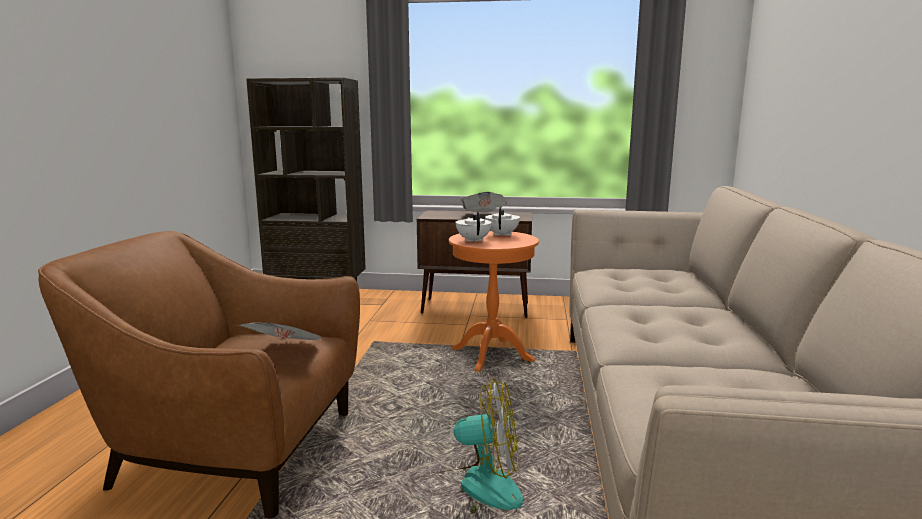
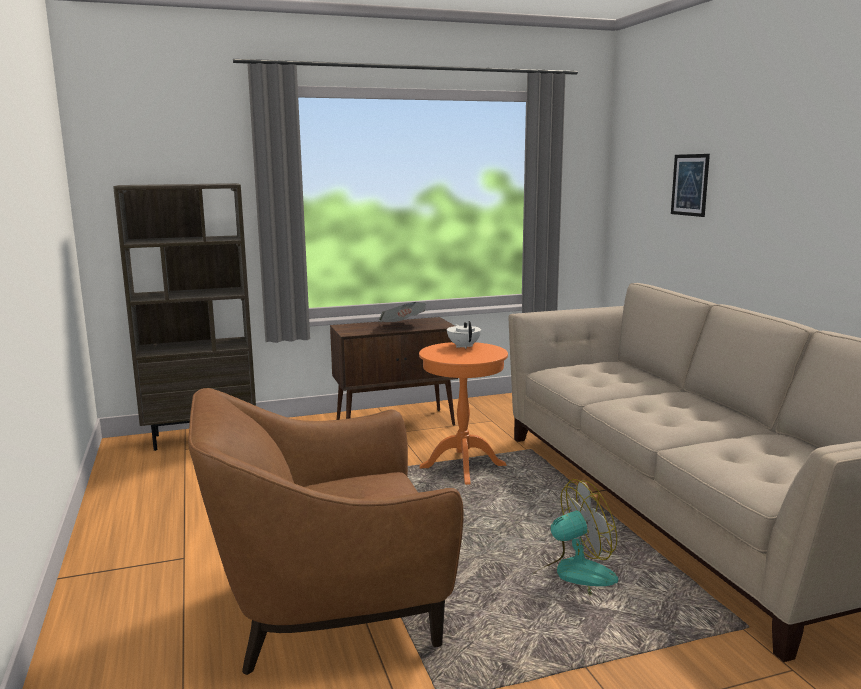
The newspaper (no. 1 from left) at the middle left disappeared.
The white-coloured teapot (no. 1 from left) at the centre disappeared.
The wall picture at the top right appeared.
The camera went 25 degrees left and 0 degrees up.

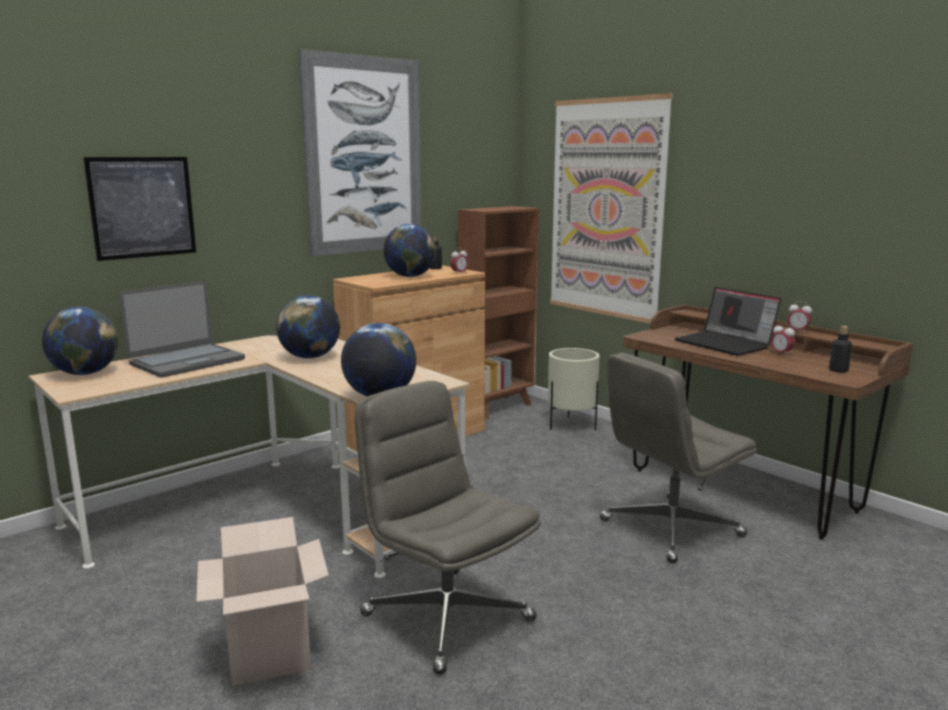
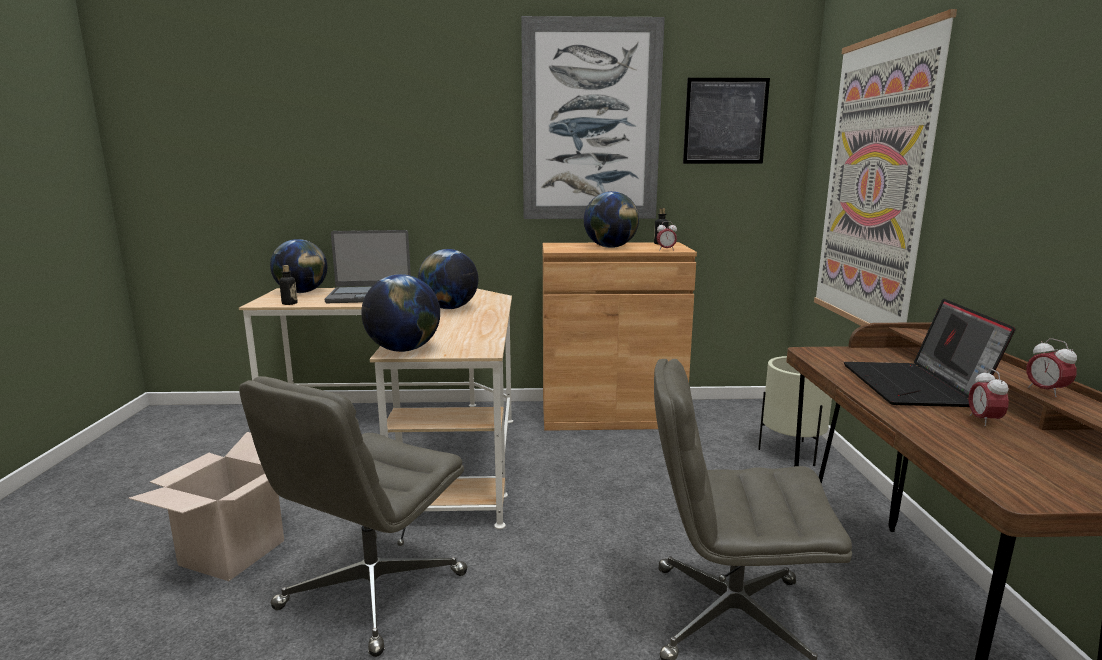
The brownish shelving unit at the centre disappeared.
The wall picture (no. 1 from left in the first image) moved from the top left to the top centre.
The beverage bottle (no. 2 from left in the first image) moved from the middle right to the middle left.
The gray office chair (no. 1 from left) at the bottom centre turned 150 degrees counterclockwise.
The camera went 40 degrees right and 0 degrees up.

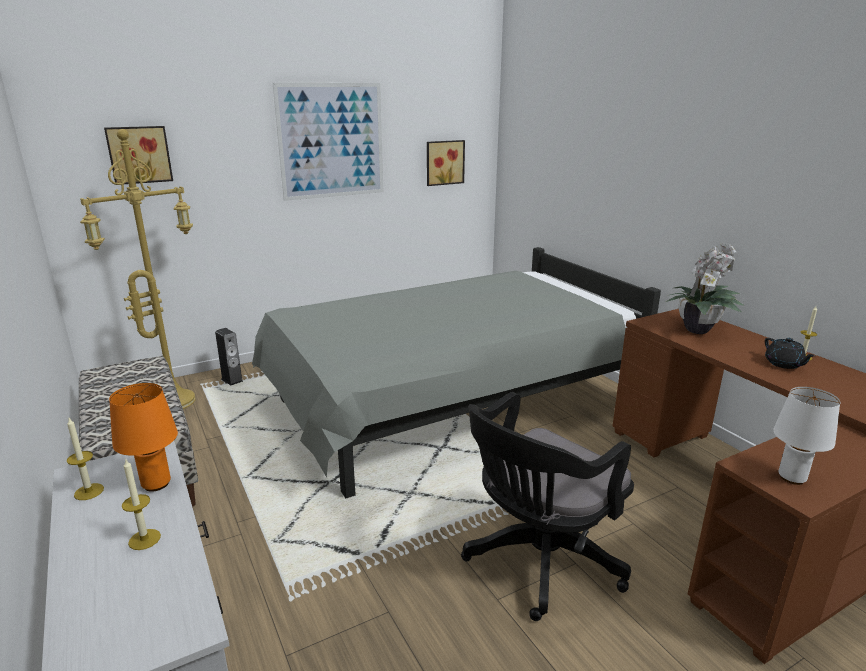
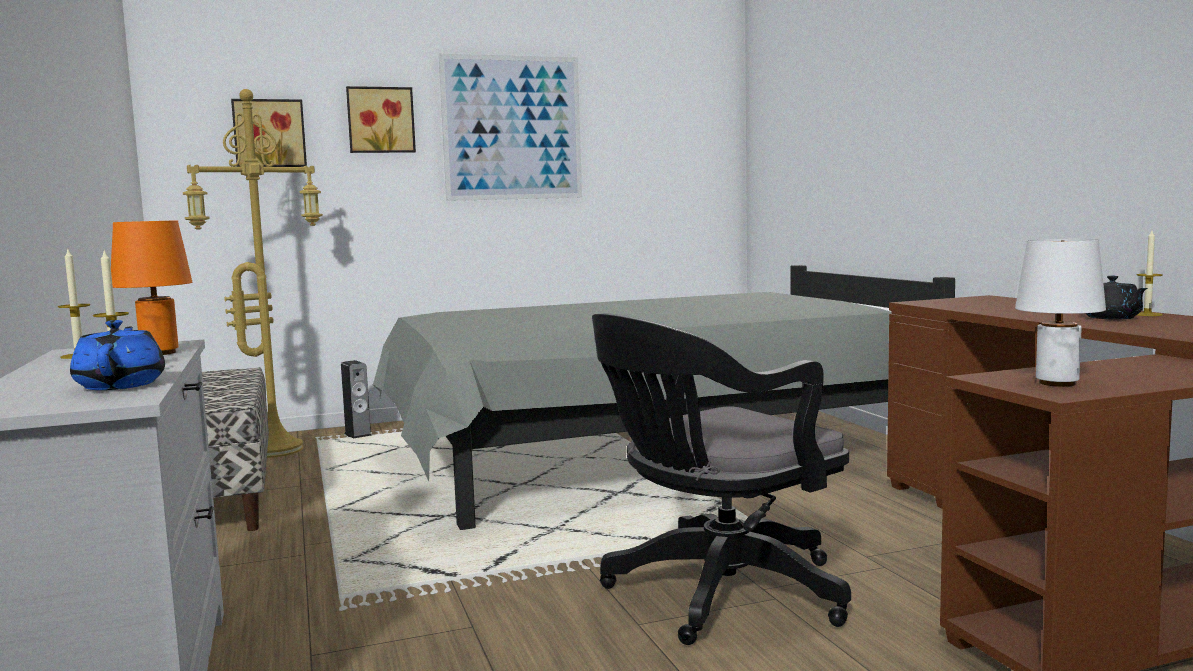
The houseplant at the middle right disappeared.
The blue teapot at the middle left appeared.
The wall picture (no. 3 from left in the first image) moved from the top centre to the top left.
The camera went 10 degrees right and 15 degrees down.

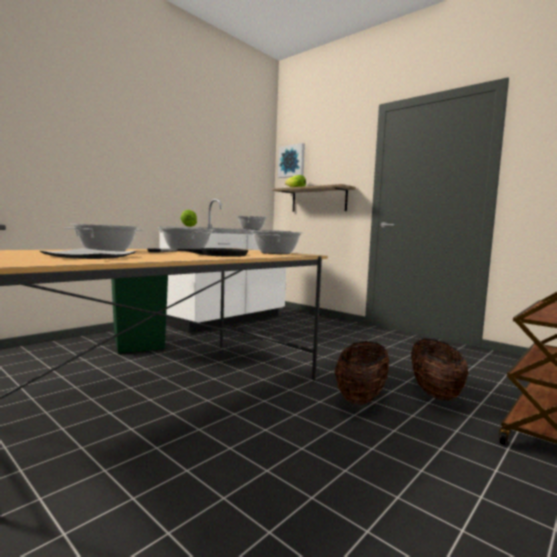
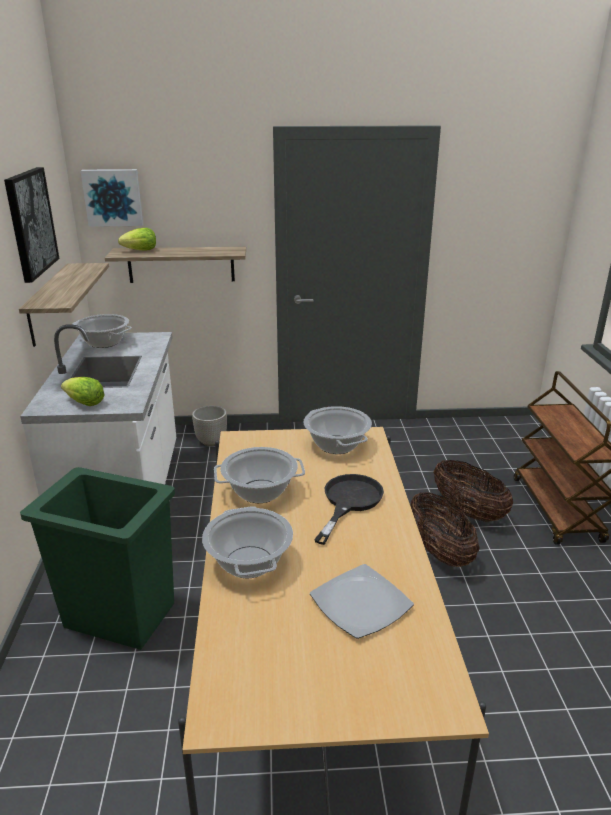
The wall picture (no. 1 from left) at the top left appeared.
The shelf (no. 1 from left) at the middle left appeared.
The planter at the centre appeared.
The camera went 45 degrees left and 20 degrees up.

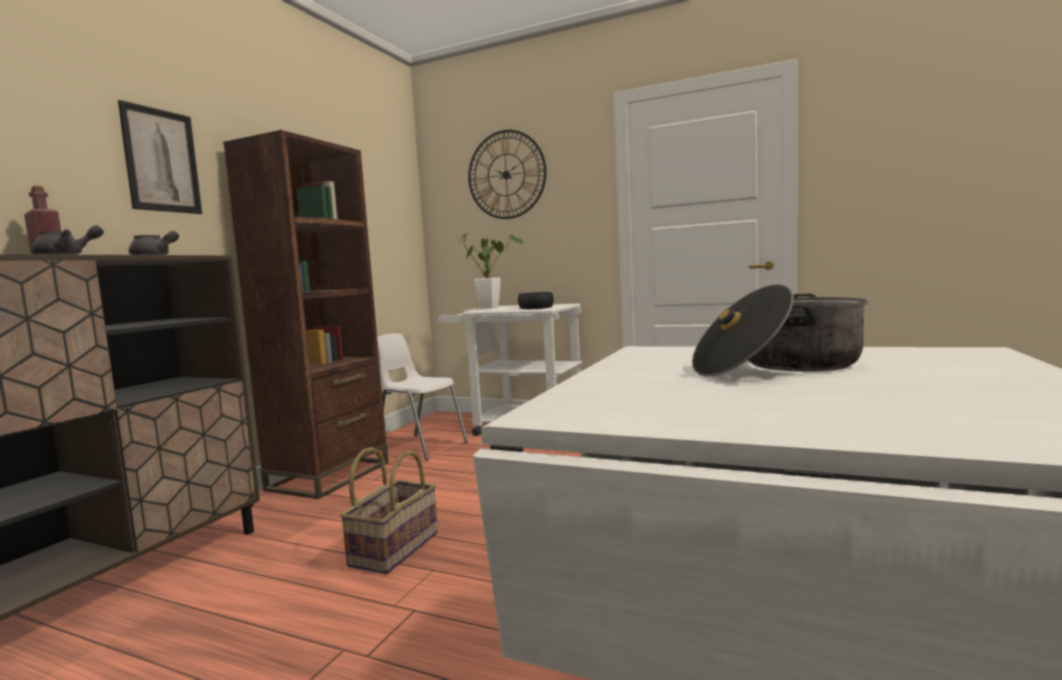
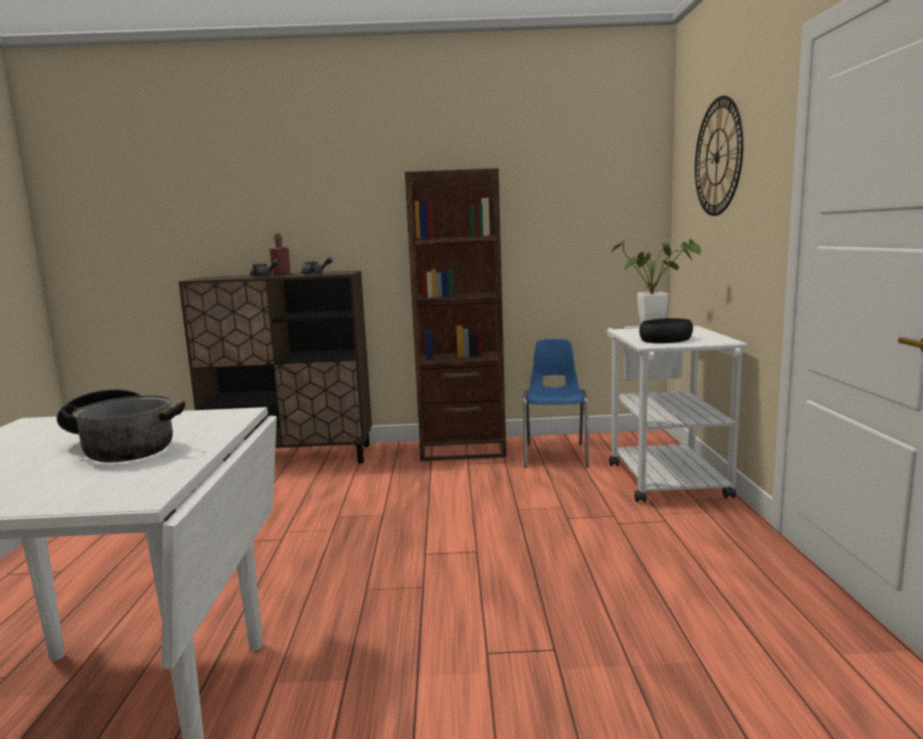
The wall picture at the top left disappeared.
The basket at the bottom centre disappeared.
The white-coloured chair at the centre became the blue chair at the centre.
The camera went 65 degrees right and 5 degrees up.

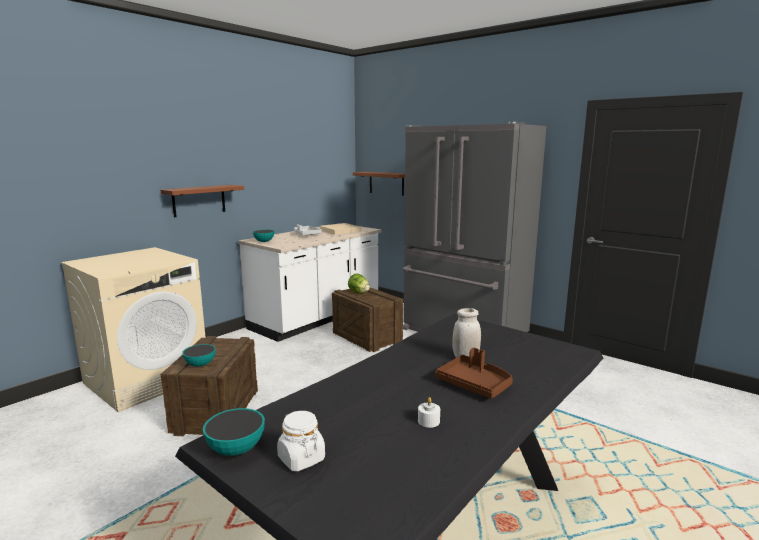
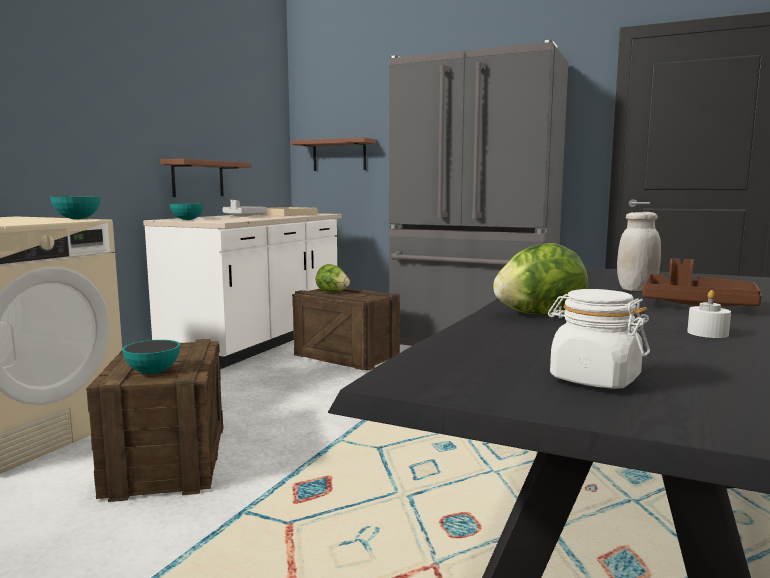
The lettuce head (no. 2 from left) at the middle right appeared.
The brownish shelf (no. 1 from left) moved from the middle left to the top left.
The deep dish (no. 2 from left in the first image) moved from the bottom left to the middle left.
The camera went 15 degrees left and 5 degrees down.

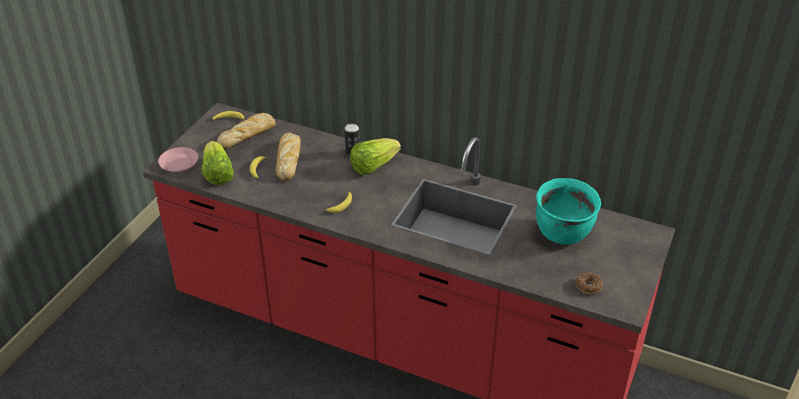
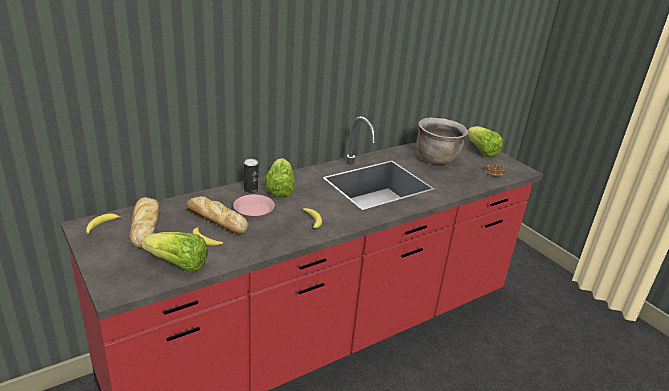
The lettuce head (no. 3 from left) at the middle right appeared.
The pink flat dish moved from the middle left to the centre.
The turquoise-coloured stockpot at the middle right became the brownish stockpot at the centre.
The camera went 60 degrees left and 10 degrees down.

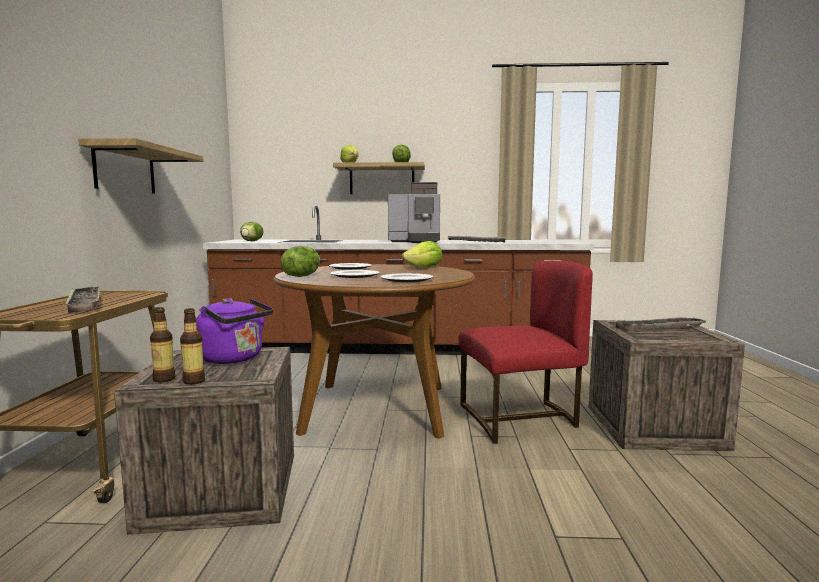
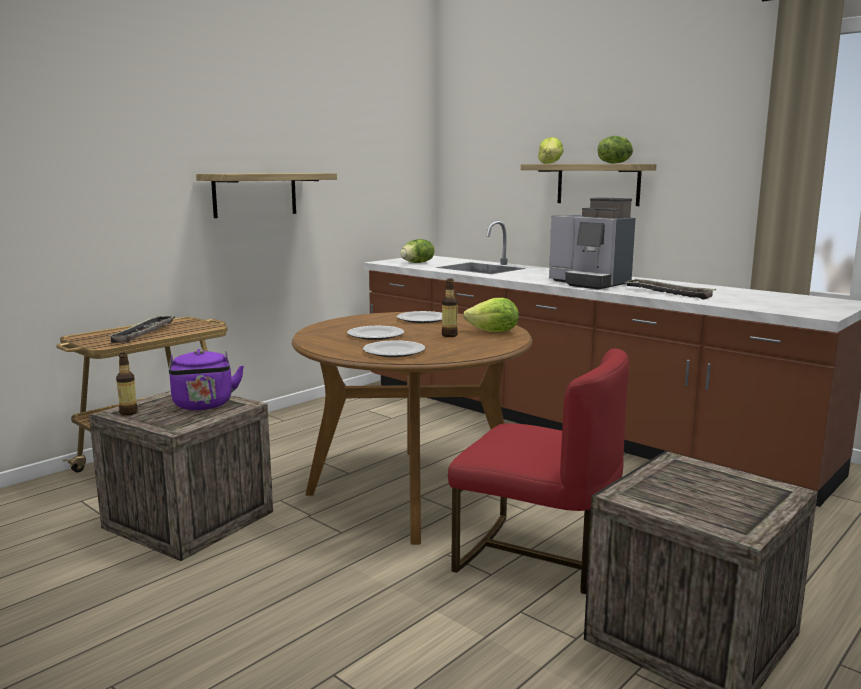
The lettuce head (no. 2 from left) at the centre disappeared.
The tray (no. 3 from left) at the middle right disappeared.
The beverage bottle (no. 2 from left) moved from the middle left to the centre.
The camera went 40 degrees right and 5 degrees up.

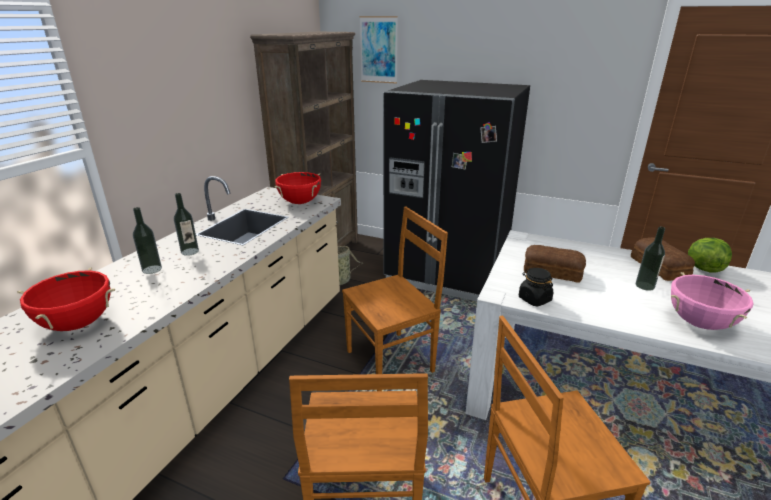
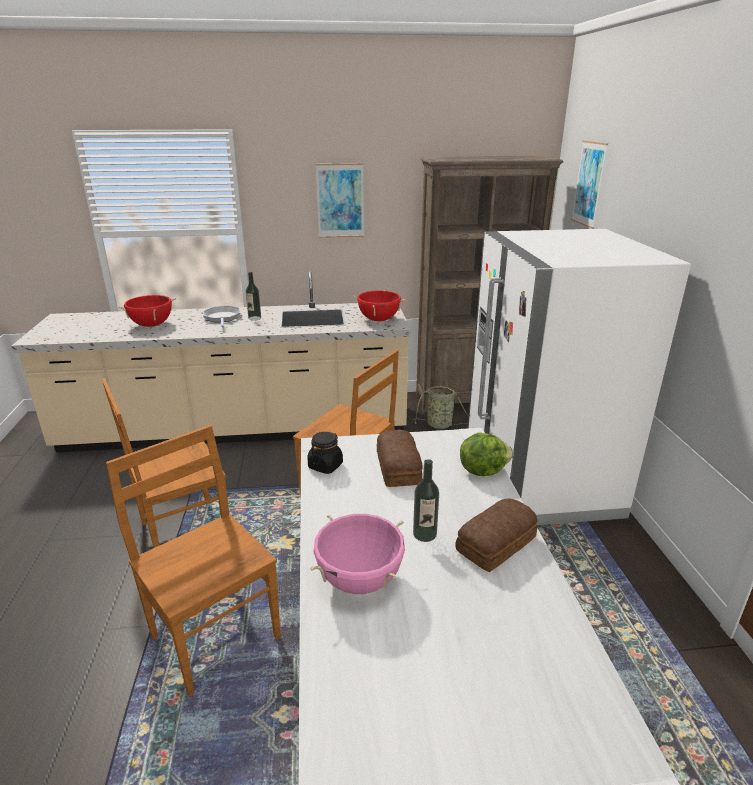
The wall picture (no. 1 from left) at the top centre appeared.
The lettuce head moved from the middle right to the centre.
The beverage bottle (no. 1 from left) at the middle left was replaced by the pan at the middle left.
The blackish kitchen fridge at the centre became the white-coloured kitchen fridge at the middle right.
The camera went 60 degrees right and 0 degrees up.

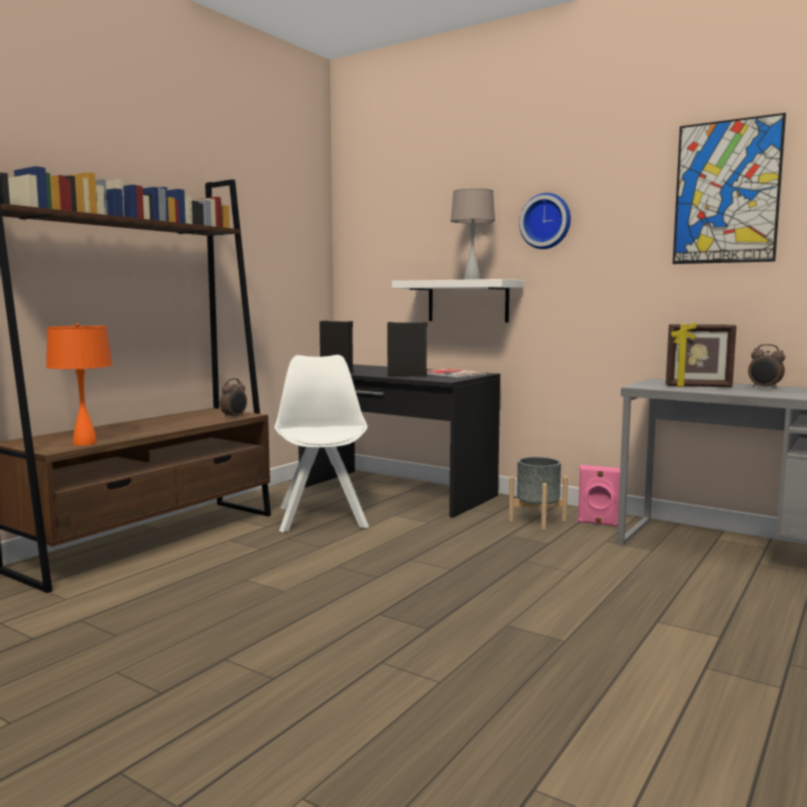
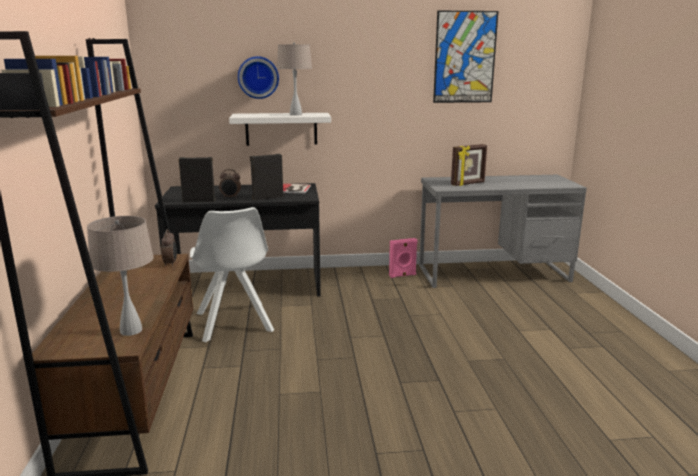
The gray planter at the middle right disappeared.
The hanging clock moved from the top right to the top centre.
The bedside clock (no. 2 from left) moved from the middle right to the middle left.
The orangey tabletop lamp at the middle left became the beige-coloured tabletop lamp (no. 1 from left) at the middle left.
The white-coloured chair at the centre turned 150 degrees counterclockwise.
The camera went 40 degrees left and 10 degrees up.

